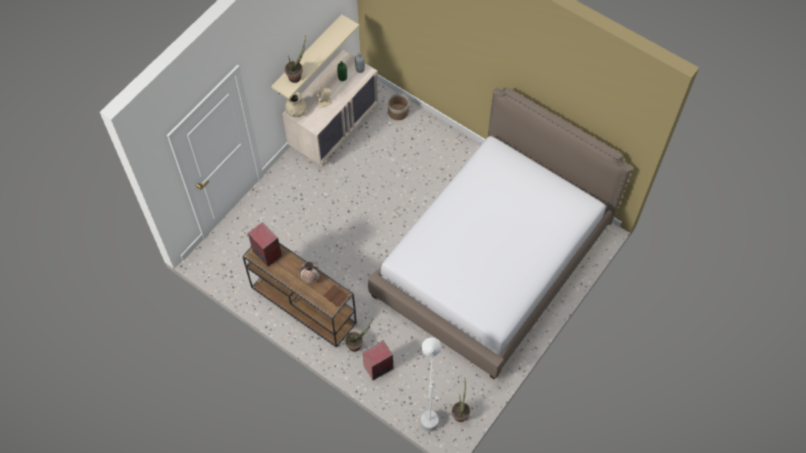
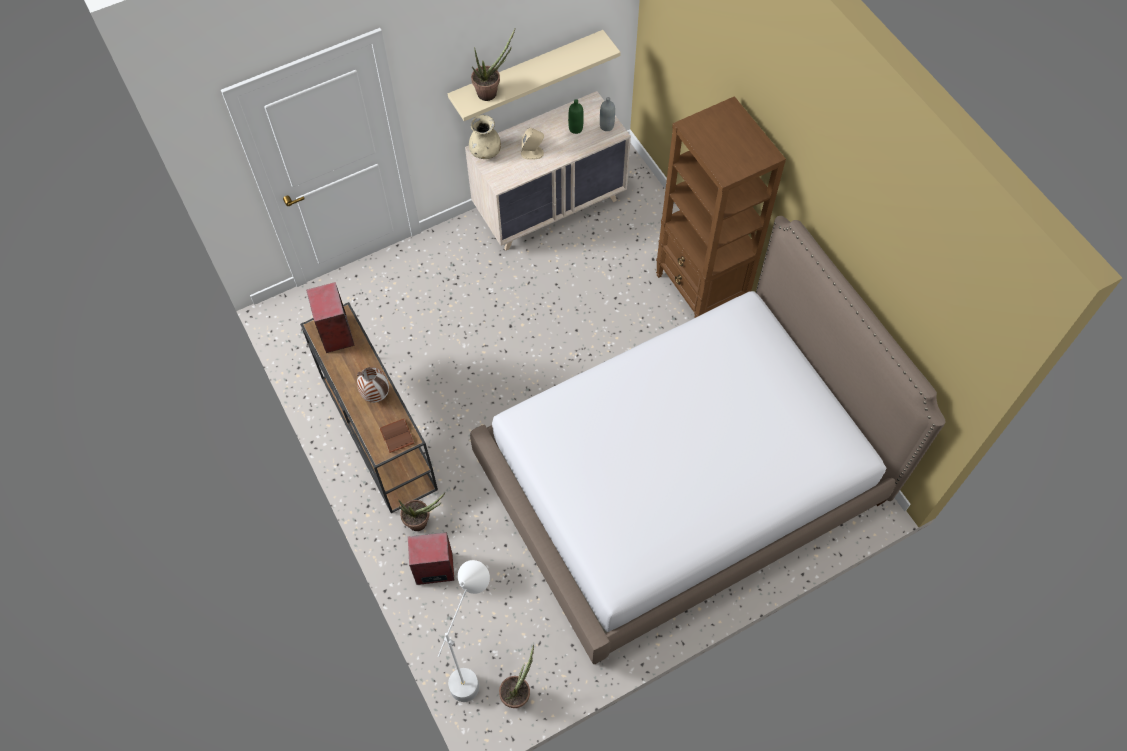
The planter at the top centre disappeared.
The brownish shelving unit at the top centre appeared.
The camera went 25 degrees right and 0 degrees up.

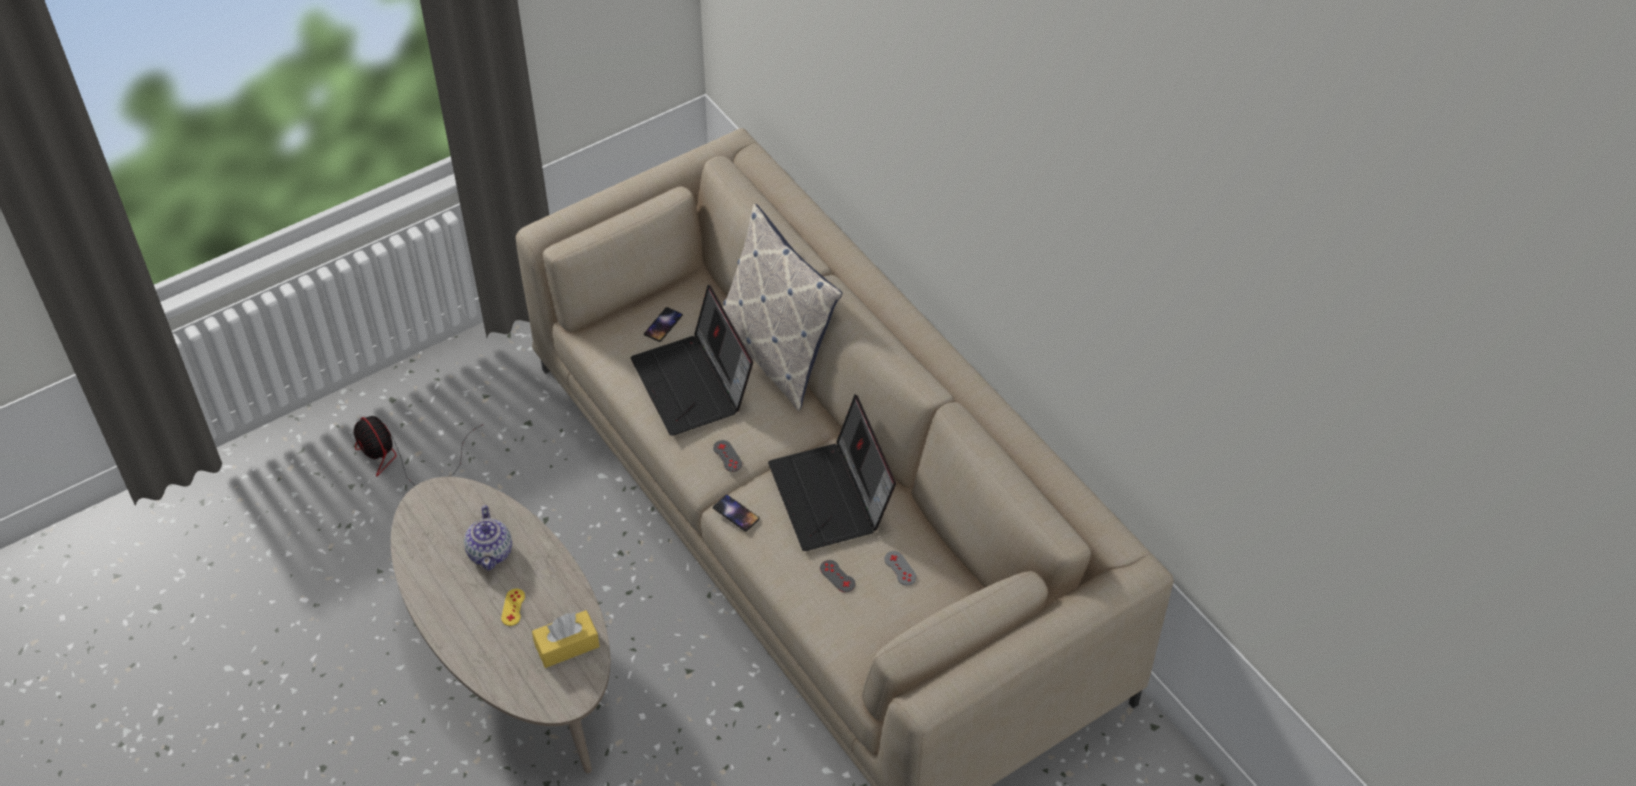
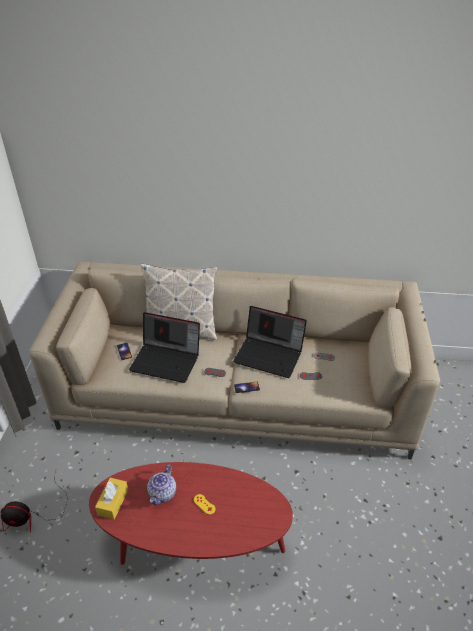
The yellow-coloured tissue holder moved from the bottom centre to the bottom left.
The beige-coloured lounge table at the bottom left became the red lounge table at the bottom centre.
The teapot at the bottom left turned 75 degrees clockwise.
The camera went 50 degrees left and 10 degrees down.

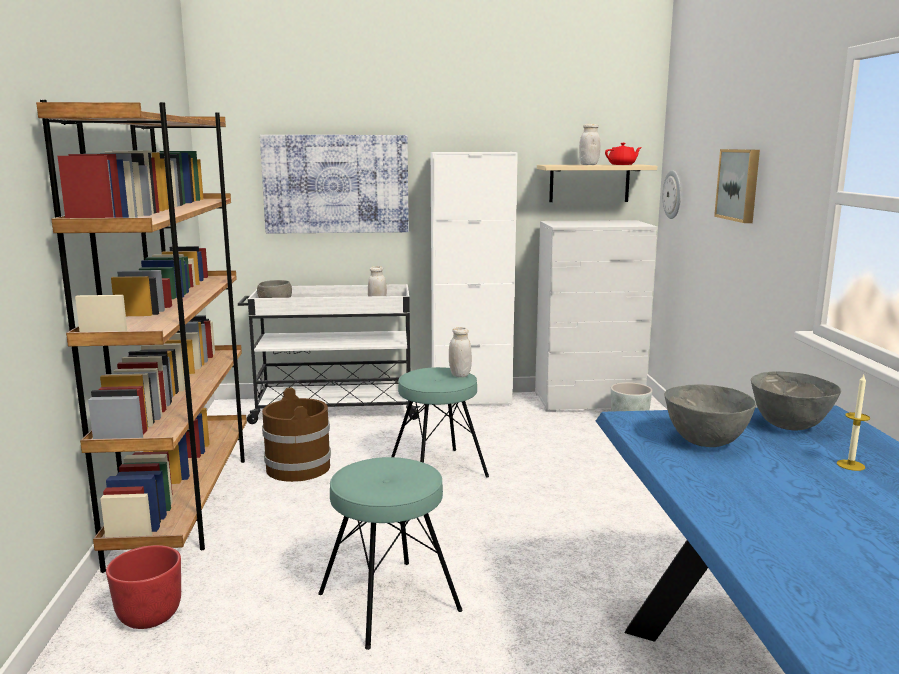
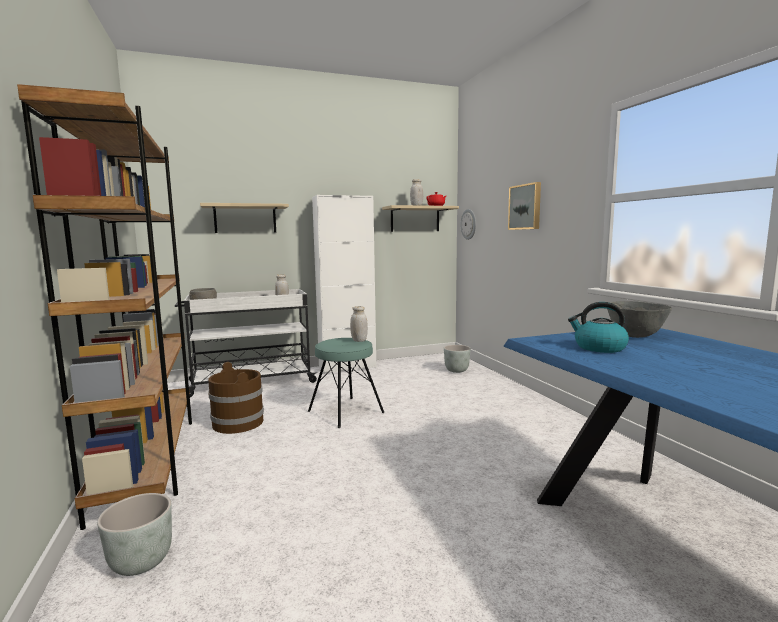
The turquoise-coloured sitting stool (no. 1 from left) at the bottom centre disappeared.
The white-coloured chest of drawers at the centre disappeared.
The wax light at the middle right disappeared.
The wall picture (no. 1 from left) at the top centre was replaced by the beige-coloured shelf (no. 1 from left) at the middle left.
The gray deep dish (no. 2 from left) at the middle right was replaced by the water kettle at the middle right.
The red planter at the bottom left became the gray planter (no. 1 from left) at the bottom left.
The camera went 15 degrees left and 5 degrees down.

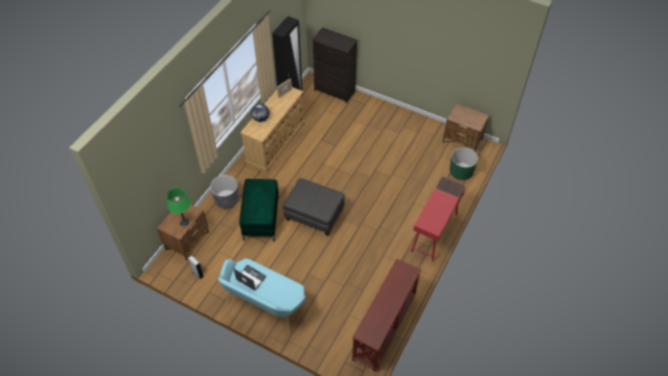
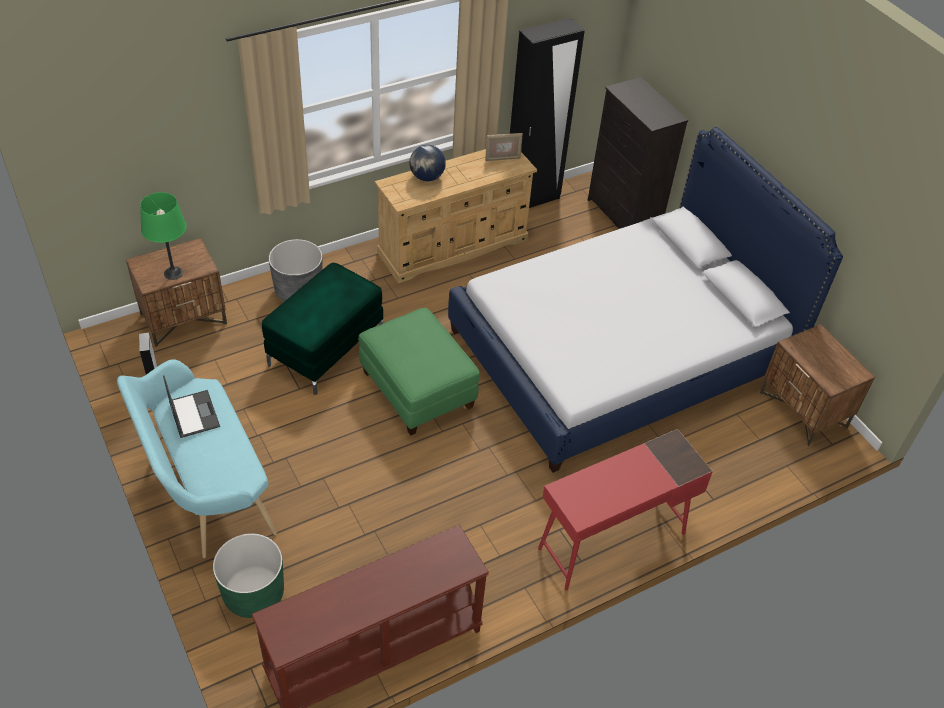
The sleeping bed at the middle right appeared.
The green planter moved from the middle right to the bottom left.
The gray pouffe at the centre became the green pouffe (no. 2 from left) at the centre.
The camera went 30 degrees right and 5 degrees down.

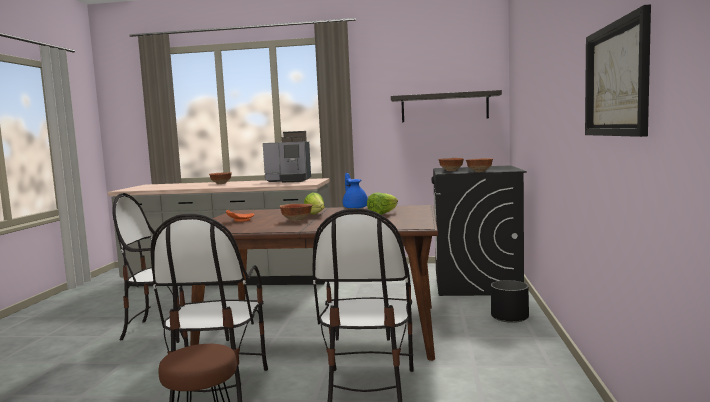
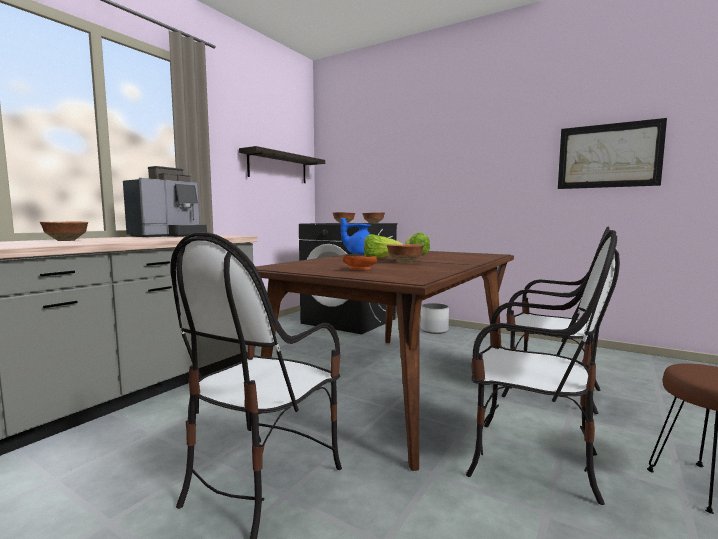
The blackish planter at the bottom right became the white-coloured planter at the centre.
The camera went 65 degrees left and 0 degrees up.

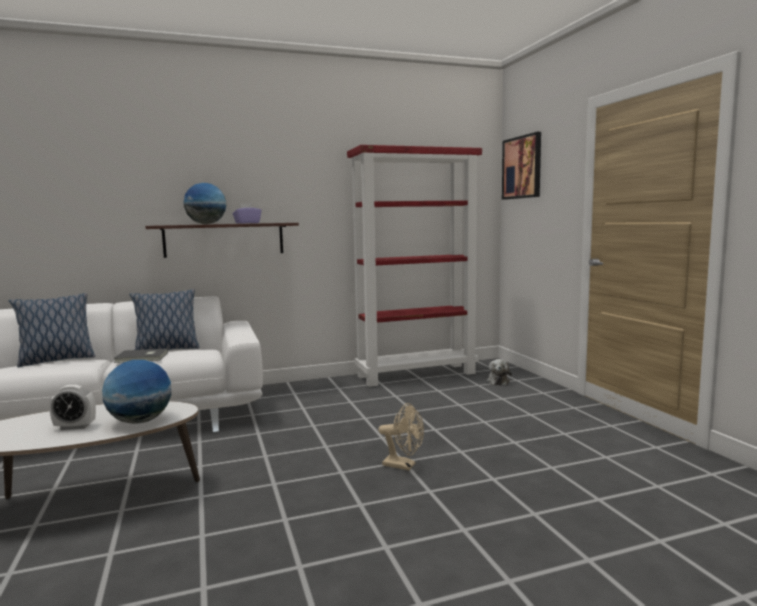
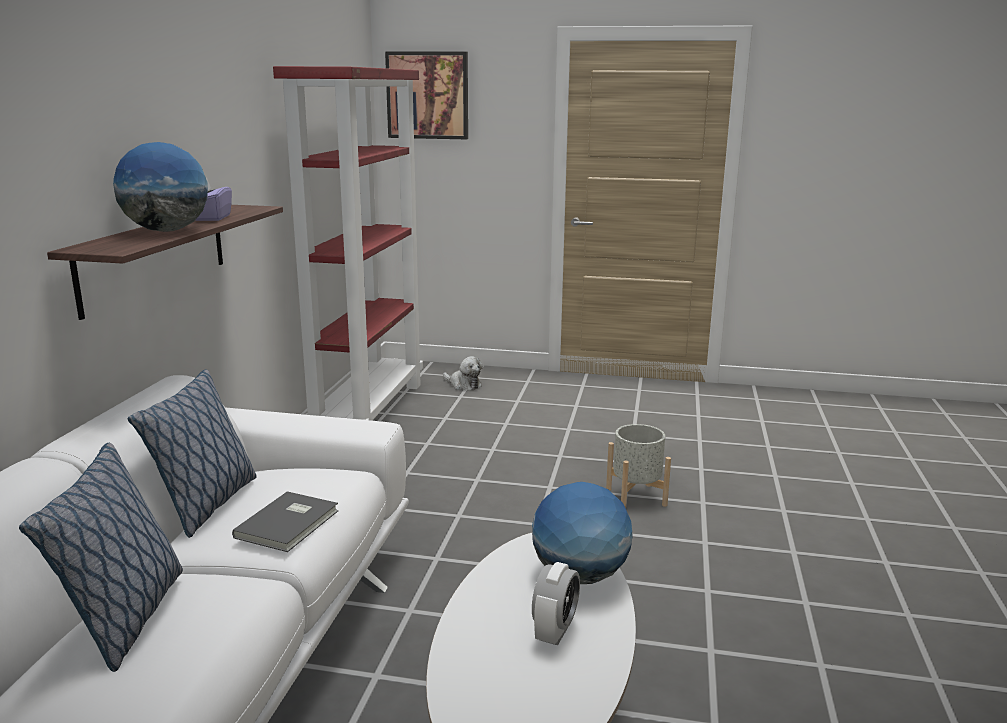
The beige-coloured fan at the bottom centre was replaced by the gray planter at the centre.
The camera went 60 degrees left and 10 degrees up.

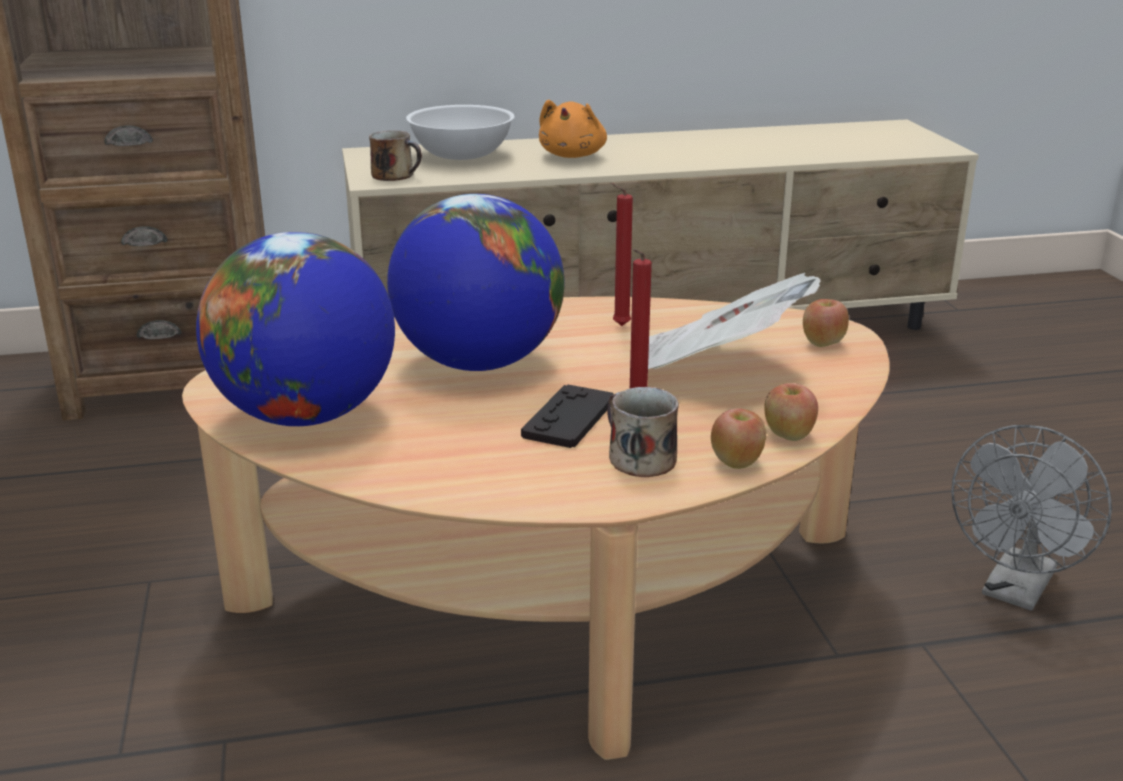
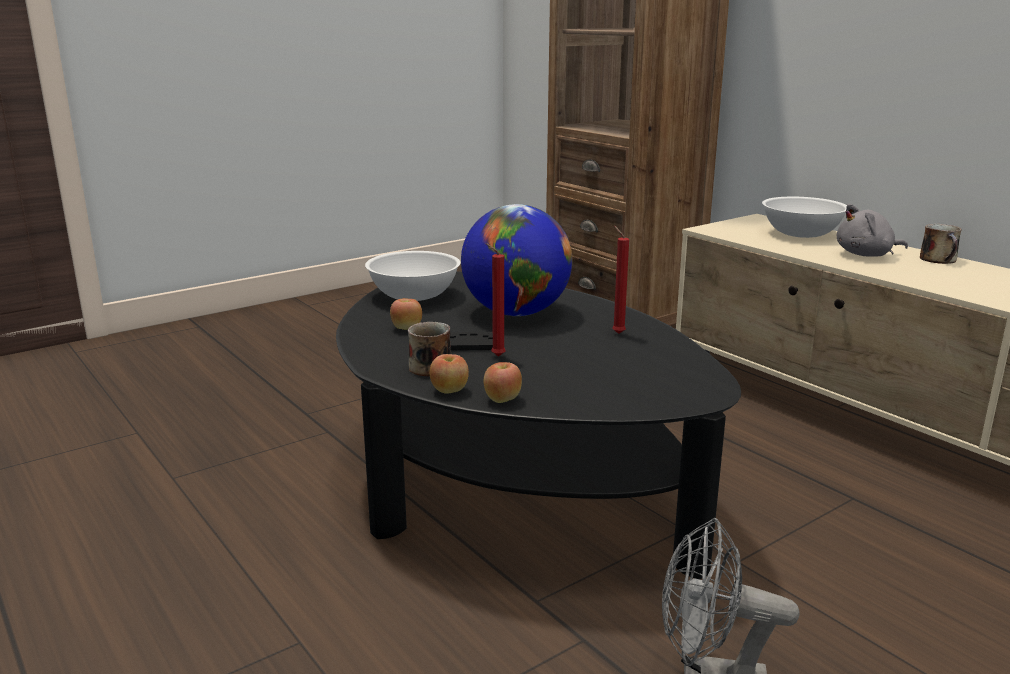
The newspaper at the centre disappeared.
The mug (no. 1 from left in the first image) moved from the top centre to the middle right.
The whole apple (no. 3 from left in the first image) moved from the middle right to the centre.
The desk globe (no. 1 from left) at the middle left was replaced by the white-coloured deep dish (no. 1 from left) at the centre.
The beige-coloured lounge table at the bottom centre became the blackish lounge table at the centre.
The orangey soft toy at the top centre became the gray soft toy at the middle right.
The camera went 65 degrees right and 5 degrees down.

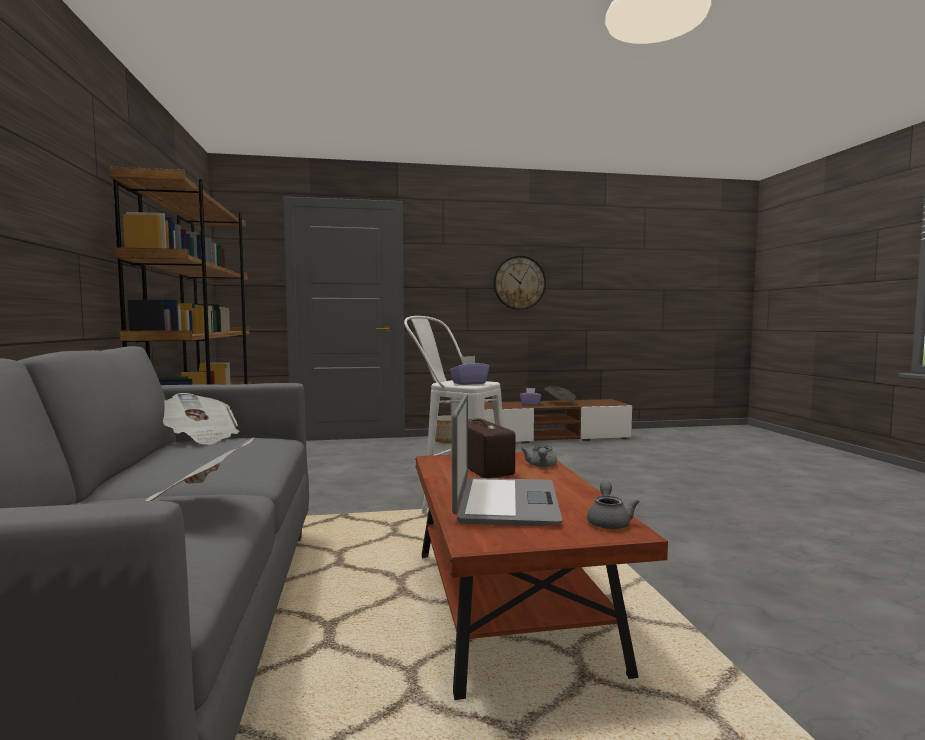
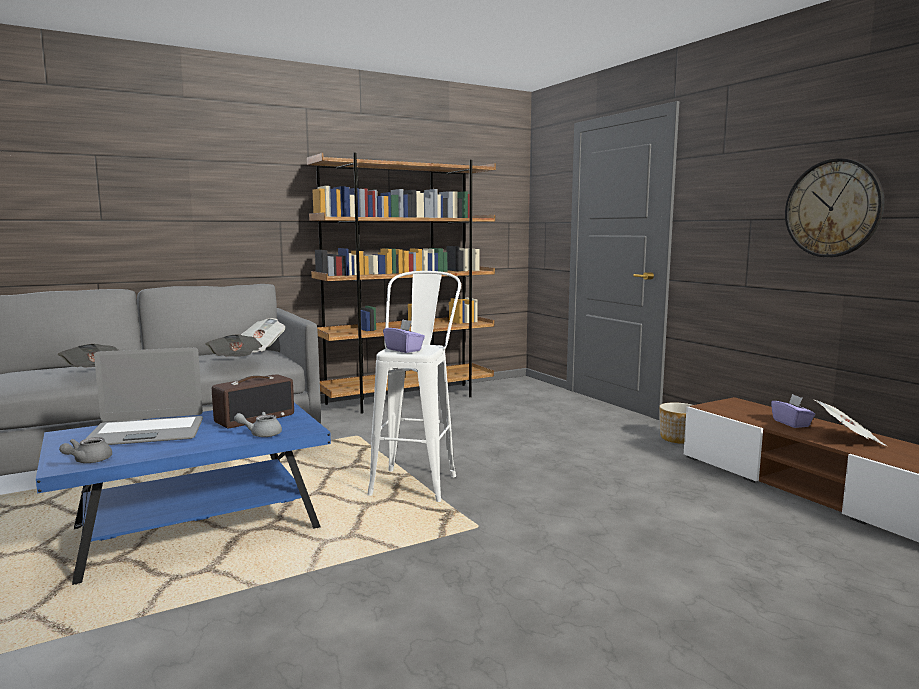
The newspaper (no. 2 from left) at the middle left appeared.
The brownish lounge table at the bottom centre became the blue lounge table at the bottom left.
The gray teapot (no. 2 from left in the first image) at the bottom centre turned 120 degrees clockwise.
The camera went 70 degrees right and 5 degrees up.

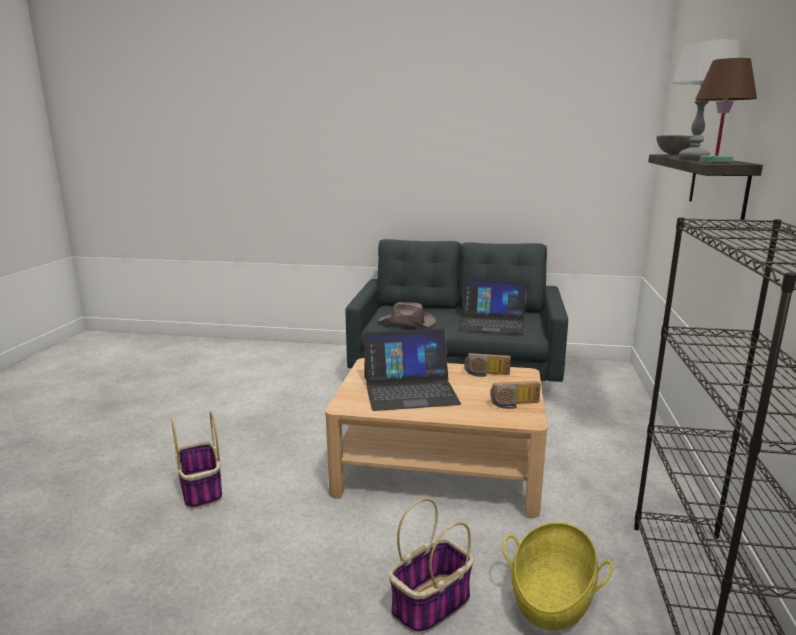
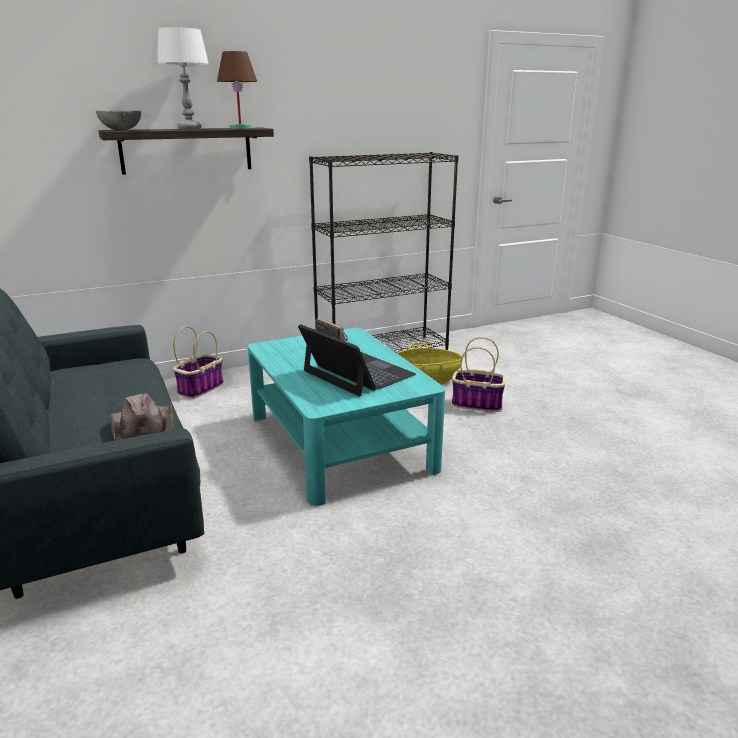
The laptop (no. 2 from left) at the centre disappeared.
The radio set (no. 1 from left) at the centre disappeared.
The basket (no. 1 from left) moved from the bottom left to the middle left.
The beige-coloured lounge table at the bottom centre became the turquoise-coloured lounge table at the centre.
The camera went 125 degrees left and 5 degrees up.

